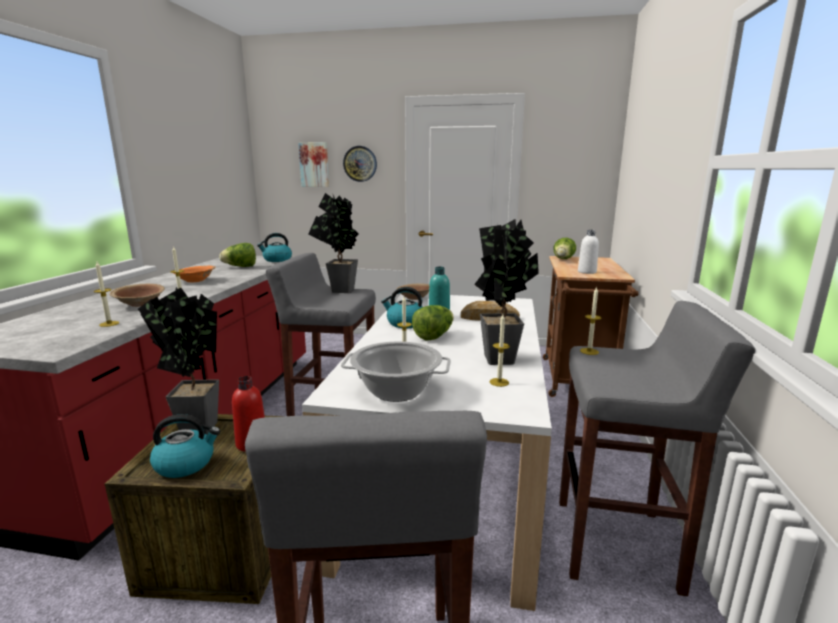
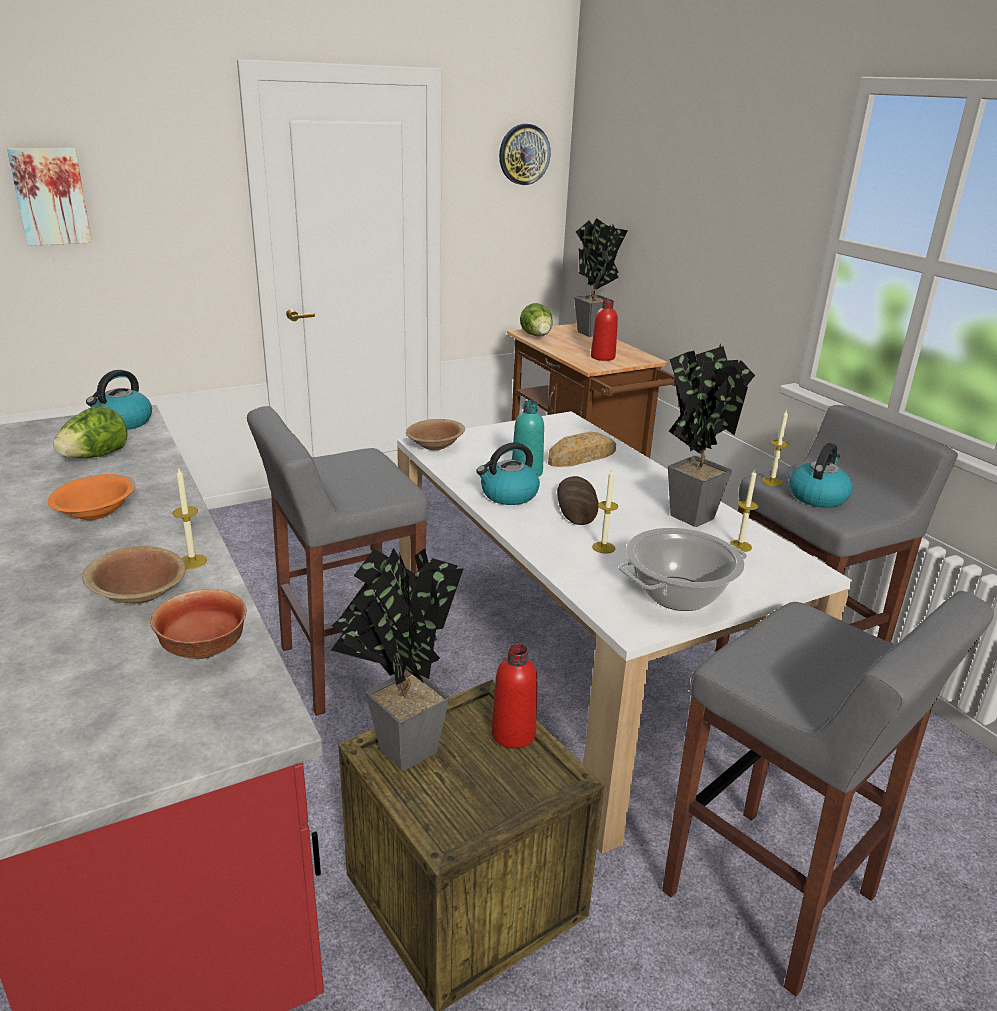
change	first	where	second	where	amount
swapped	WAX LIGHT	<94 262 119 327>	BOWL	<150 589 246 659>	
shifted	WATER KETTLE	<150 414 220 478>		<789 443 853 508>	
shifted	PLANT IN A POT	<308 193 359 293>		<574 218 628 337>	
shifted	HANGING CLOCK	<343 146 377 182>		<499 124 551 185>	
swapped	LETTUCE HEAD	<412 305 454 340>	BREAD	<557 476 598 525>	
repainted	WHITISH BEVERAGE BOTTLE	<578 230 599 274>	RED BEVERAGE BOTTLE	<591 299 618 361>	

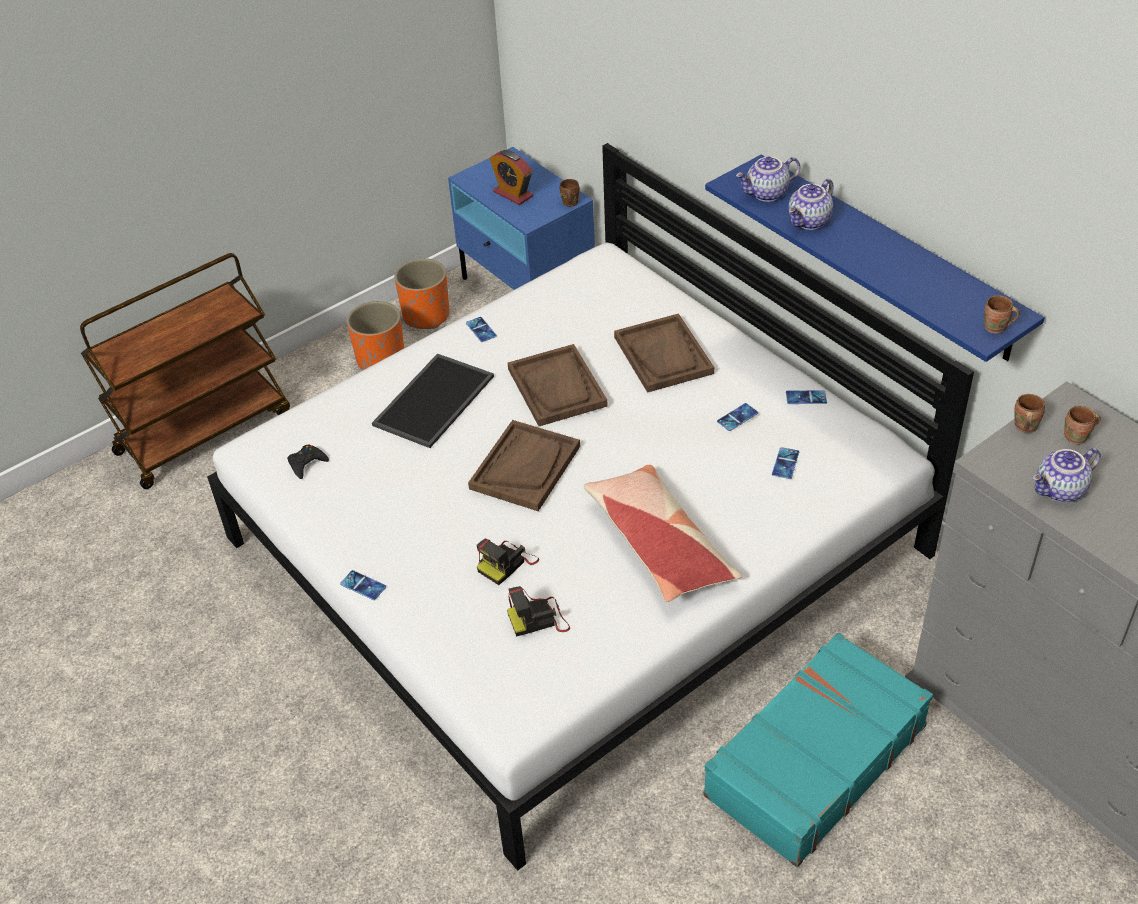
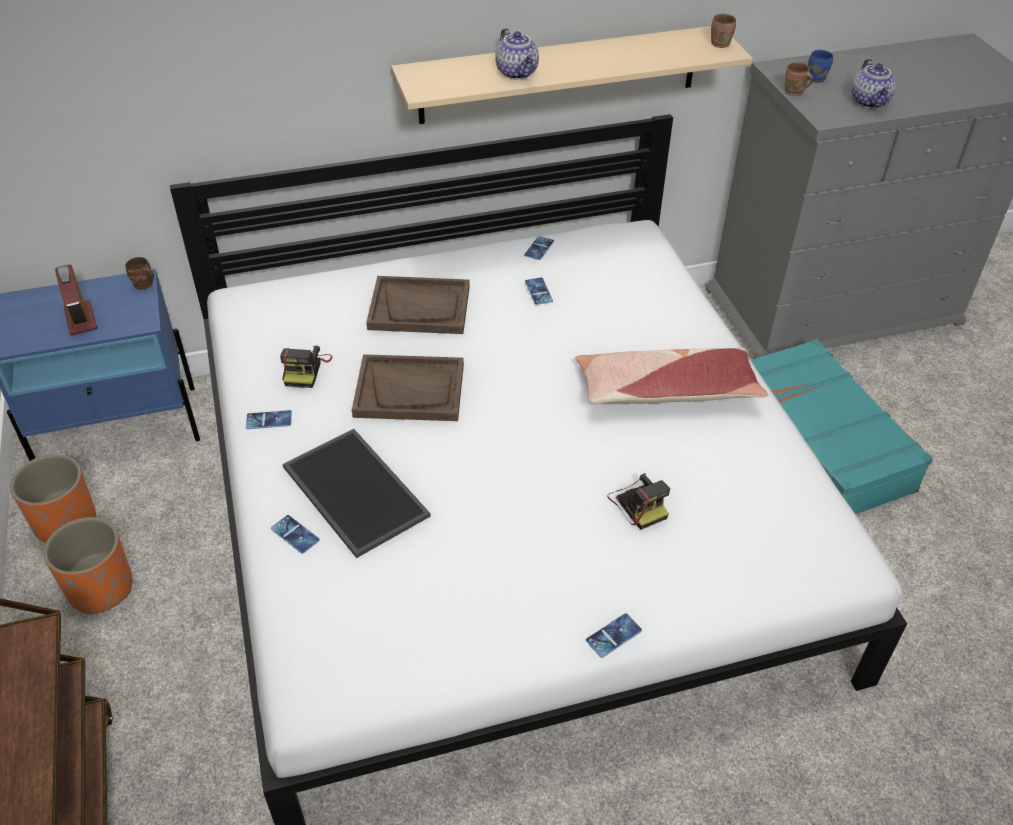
change	first	where	second	where	amount
gone	BLACK GAMEPAD	<287 444 329 479>			
gone	BROWNISH TRAY	<468 420 580 511>			
rotated	BEDSIDE CLOCK	<490 150 533 205>		<55 264 97 335>	90 degrees clockwise
shifted	STILL CAMERA	<507 586 570 636>		<280 346 332 388>	
repainted	BLUISH BRACKET SHELF	<705 155 1045 362>	BEIGE BRACKET SHELF	<391 26 752 124>	
gone	POT FOR TEA	<736 157 800 202>			
shifted	HANDSET	<772 447 799 479>		<271 515 320 554>	
repainted	BROWNISH MUG	<1064 406 1101 445>	BLUISH MUG	<808 50 833 83>	

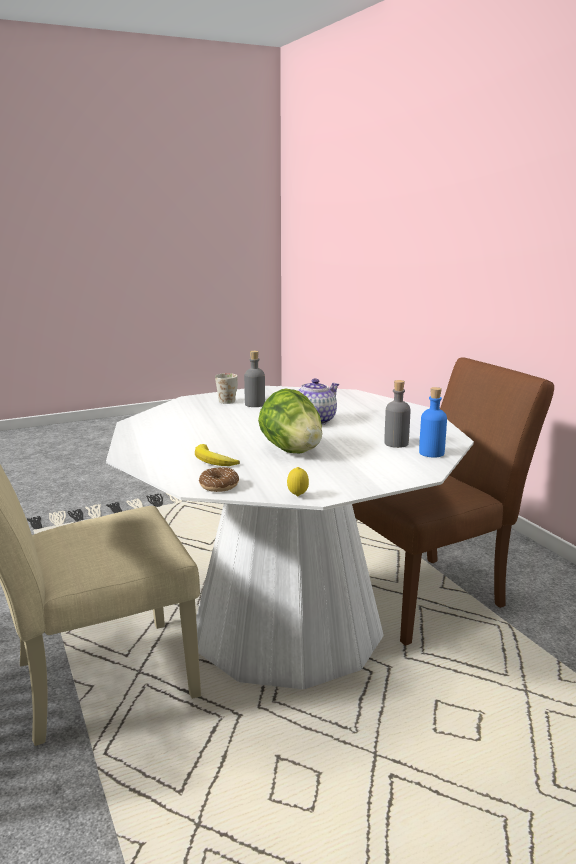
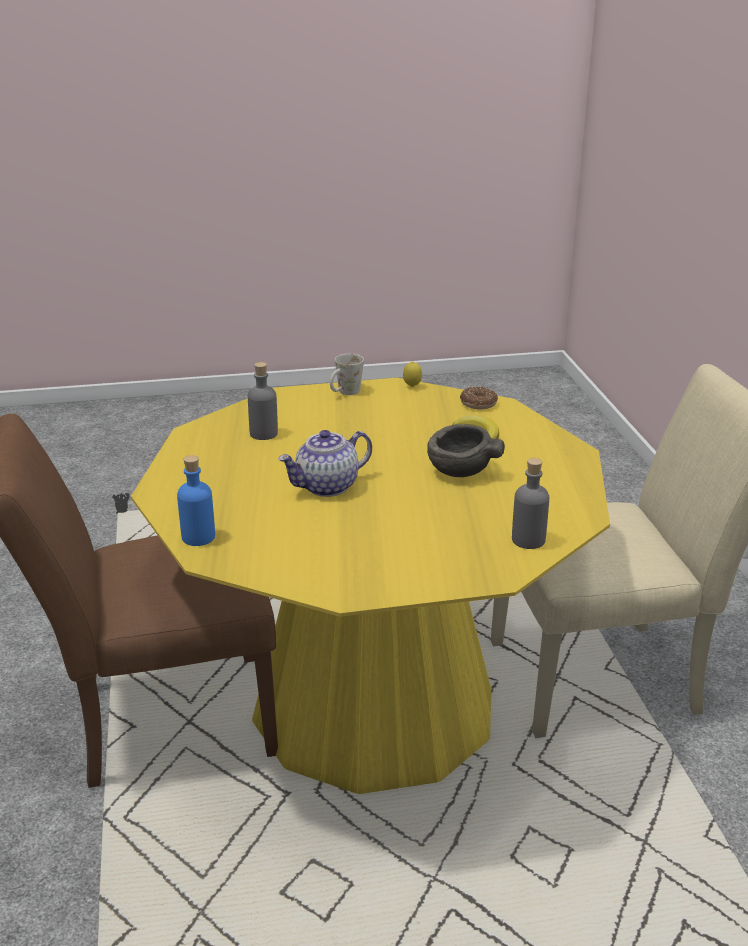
change	first	where	second	where	amount
repainted	WHITISH DINNER TABLE	<106 386 474 689>	YELLOWISH DINNER TABLE	<131 378 610 794>	
shifted	WHITISH MUG	<215 373 238 404>		<330 354 364 395>	
shifted	GREY BEVERAGE BOTTLE	<244 351 265 407>		<512 458 549 549>	
gone	LETTUCE HEAD	<258 389 322 454>			
shifted	BLUISH BEVERAGE BOTTLE	<419 387 447 457>		<177 455 215 546>	
new			GREY BOWL	<427 424 505 477>	

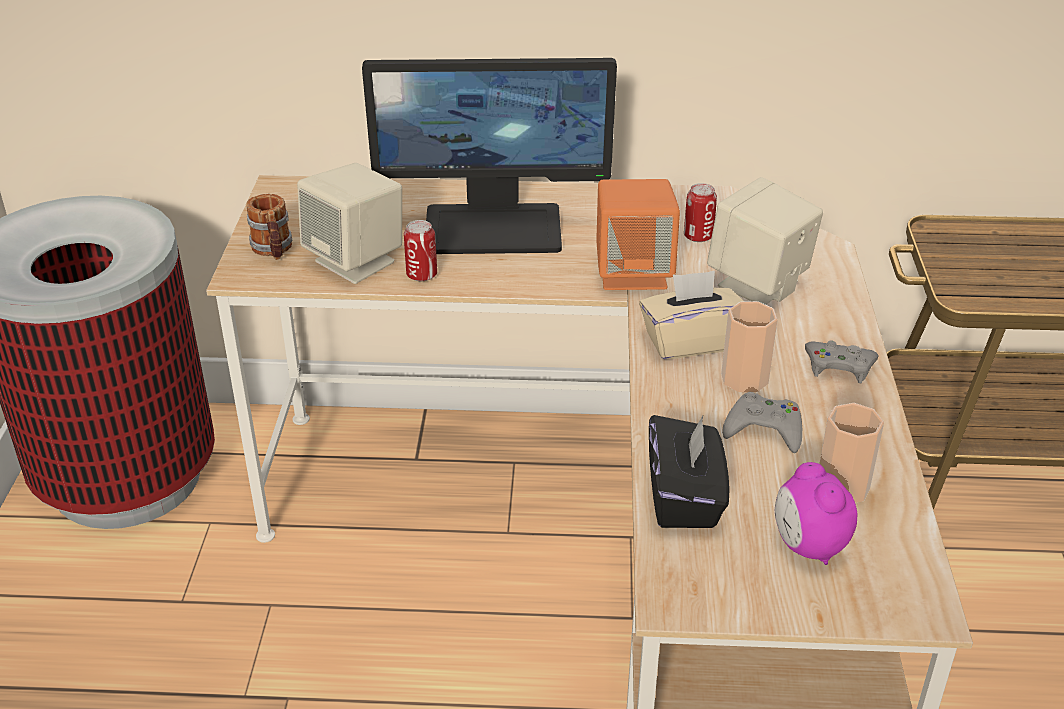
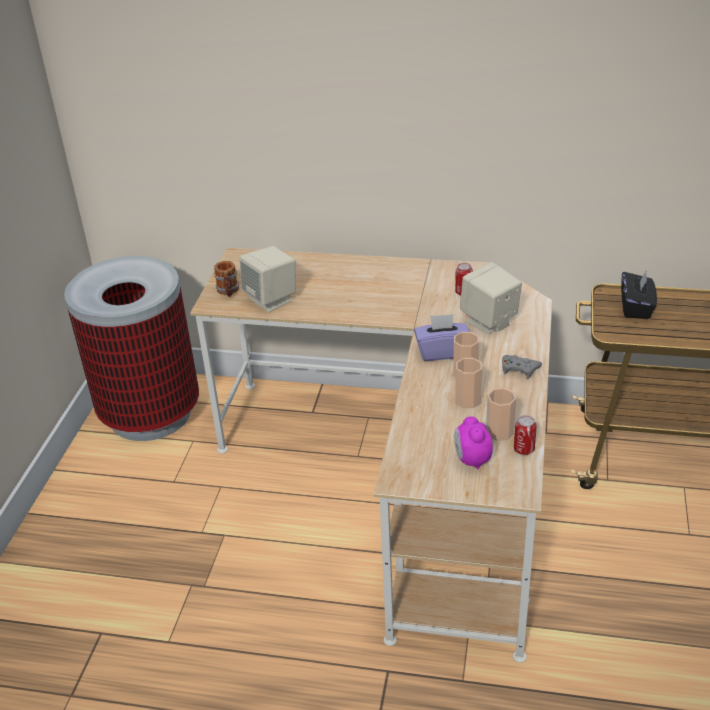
change	first	where	second	where	amount
gone	MONITOR	<362 58 617 254>			
shifted	SEALED CAN	<404 220 437 281>		<514 415 537 455>	
gone	ORANGEY AUDIO SPEAKER	<596 179 680 290>			
repainted	BEIGE BOX OF TISSUES	<639 271 745 359>	PURPLISH BOX OF TISSUES	<414 314 470 361>	
shifted	BLACK BOX OF TISSUES	<649 415 730 528>		<621 270 657 319>	
swapped	GREY GAMEPAD	<722 392 802 453>	DRINKING CUP	<455 358 482 408>	

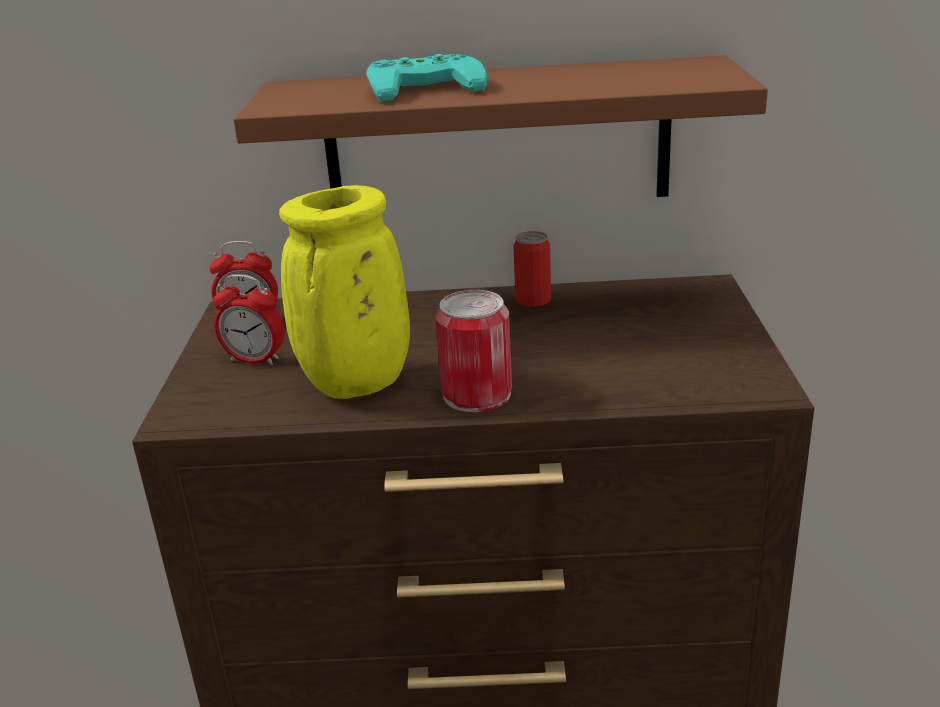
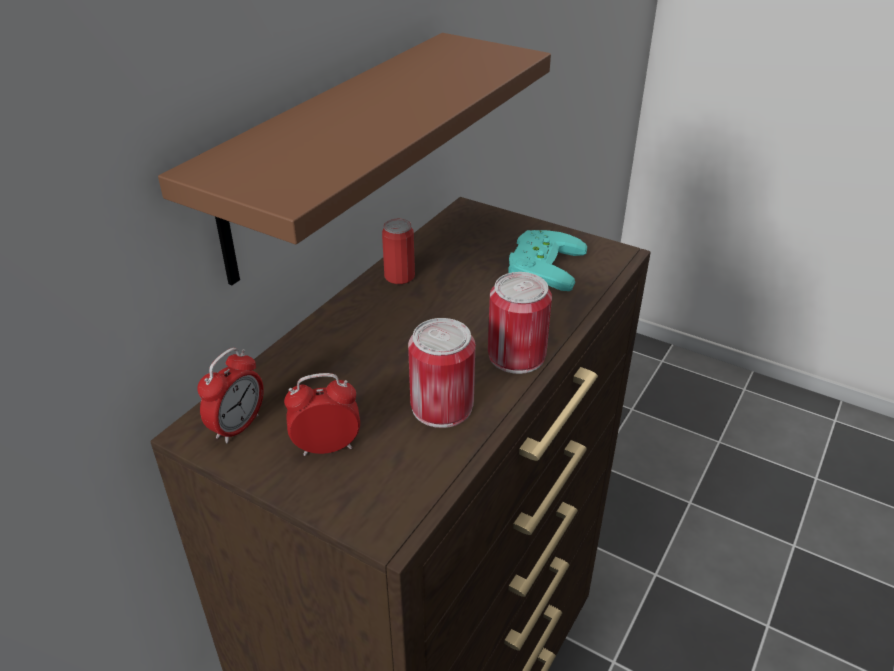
change	first	where	second	where	amount
rotated	BEDSIDE CLOCK	<213 274 284 365>		<284 373 360 456>	150 degrees counterclockwise
swapped	YELLOWISH VASE	<279 185 410 399>	SEALED CAN	<408 318 475 428>	
shifted	TURQUOISE-COLOURED GAMEPAD	<367 54 487 102>		<508 230 587 291>	

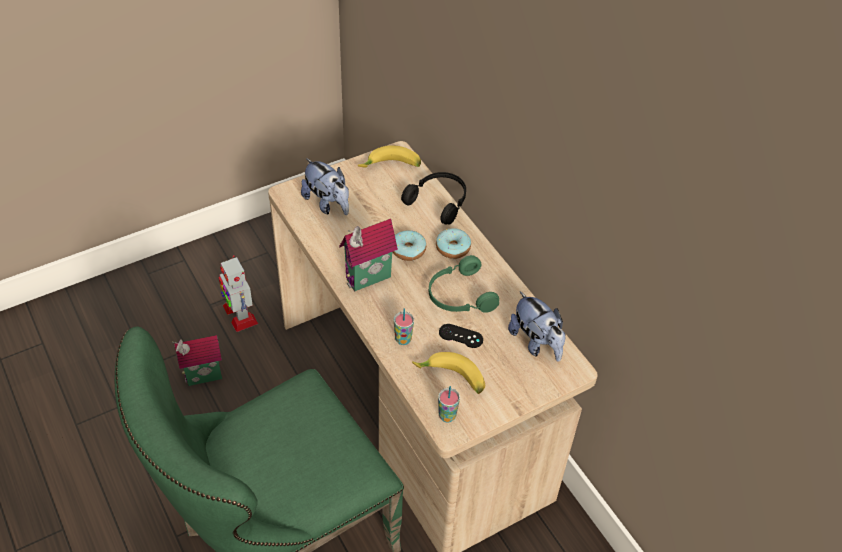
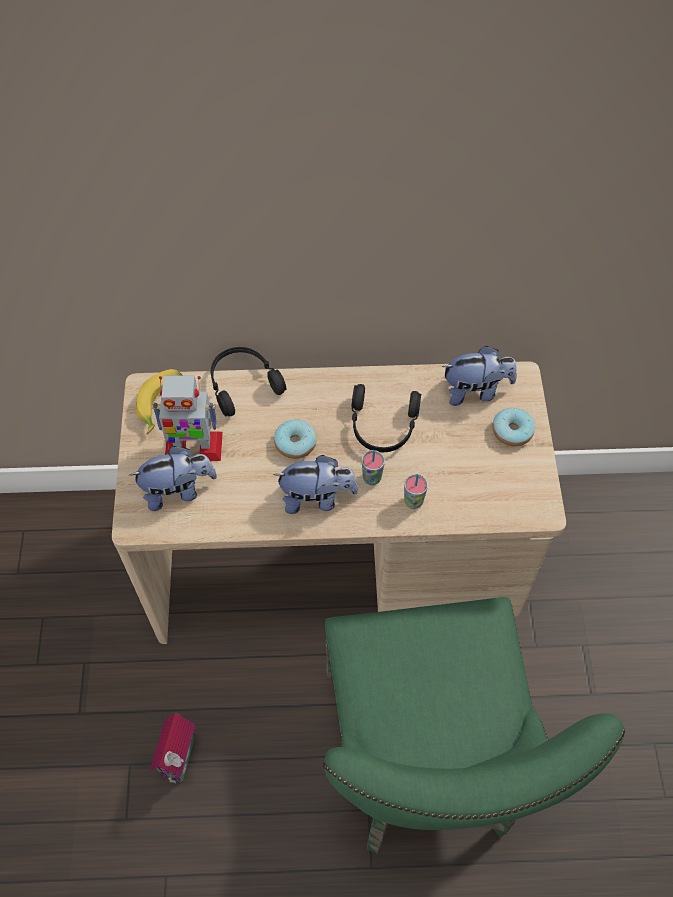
change	first	where	second	where	amount
shifted	ROBOT FIGURE	<218 255 258 332>		<152 375 223 461>	
swapped	MODEL HOUSE	<339 219 398 291>	CUDDLY TOY	<273 455 358 514>	
gone	BANANA	<412 352 485 394>			
repainted	GREEN-COLOURED PAIR OF HEADPHONES	<429 255 499 313>	BLACK PAIR OF HEADPHONES	<352 384 421 452>	
shifted	DONUT	<436 228 471 259>		<493 408 535 447>	
shifted	DRINKING CUP	<438 386 460 422>		<362 450 385 485>	
gone	BLACK GAMEPAD	<439 324 483 348>			

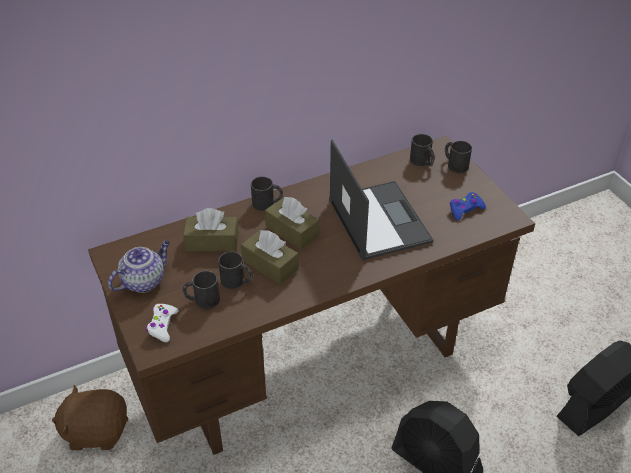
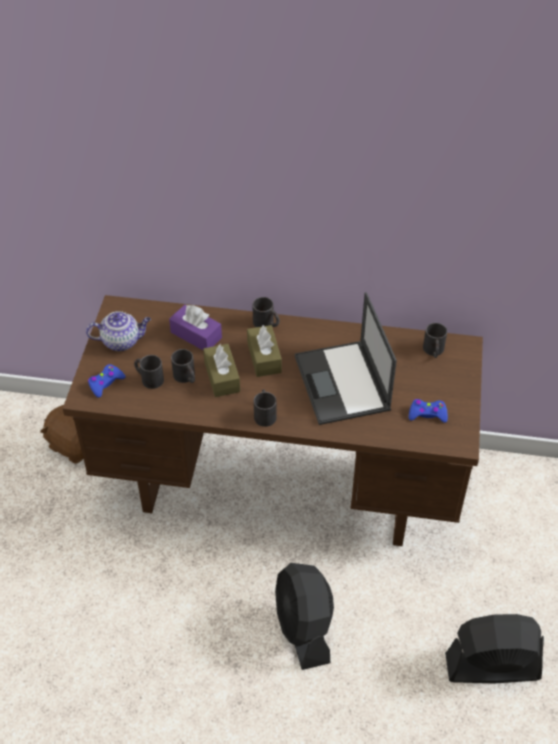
change	first	where	second	where	amount
repainted	WHITISH GAMEPAD	<146 304 178 342>	BLUISH GAMEPAD	<88 364 125 398>	
repainted	BROWNISH BOX OF TISSUES	<183 208 239 251>	PURPLISH BOX OF TISSUES	<169 305 222 350>	
rotated	NOTEBOOK COMPUTER	<329 139 434 260>		<295 292 397 425>	150 degrees clockwise
shifted	BLACK MUG	<445 141 472 173>		<254 390 277 427>	

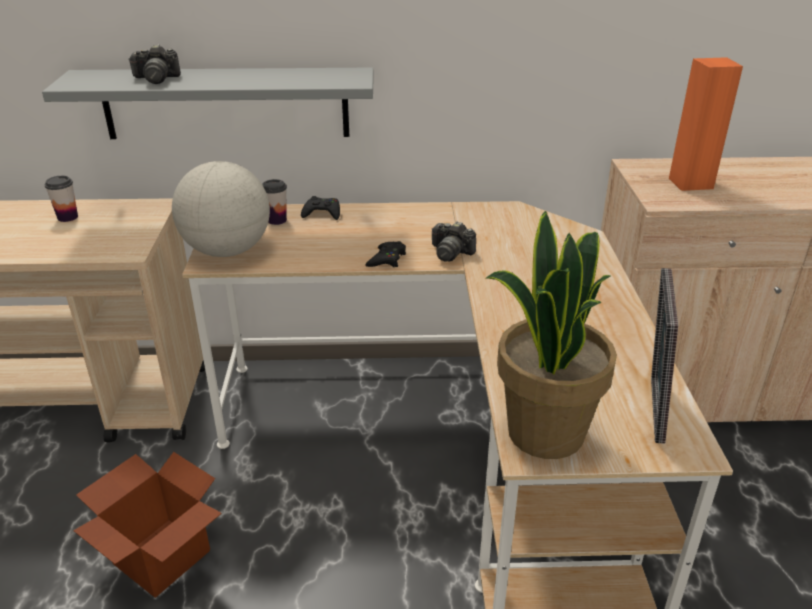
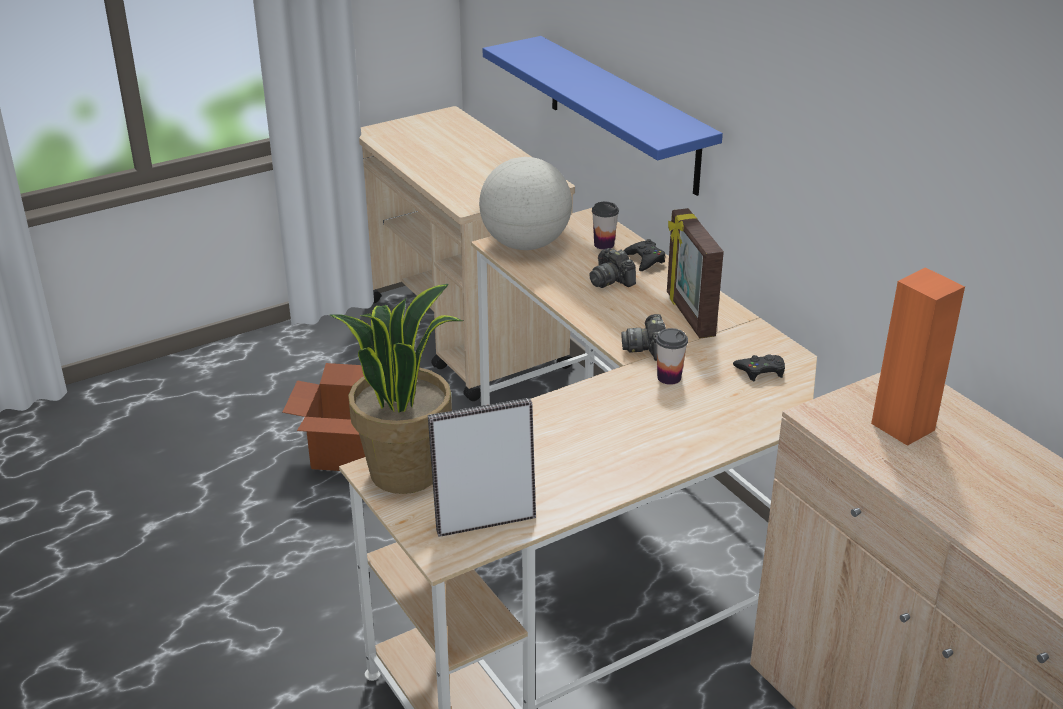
change	first	where	second	where	amount
repainted	GREY BRACKET SHELF	<42 67 374 139>	BLUISH BRACKET SHELF	<483 36 723 196>	
shifted	DRINKING CUP	<45 176 78 222>		<656 328 688 385>	
shifted	STILL CAMERA	<128 44 181 84>		<590 248 636 288>	
shifted	BLACK GAMEPAD	<365 241 406 267>		<733 354 785 381>	
new			PHOTO FRAME	<667 208 724 339>	

